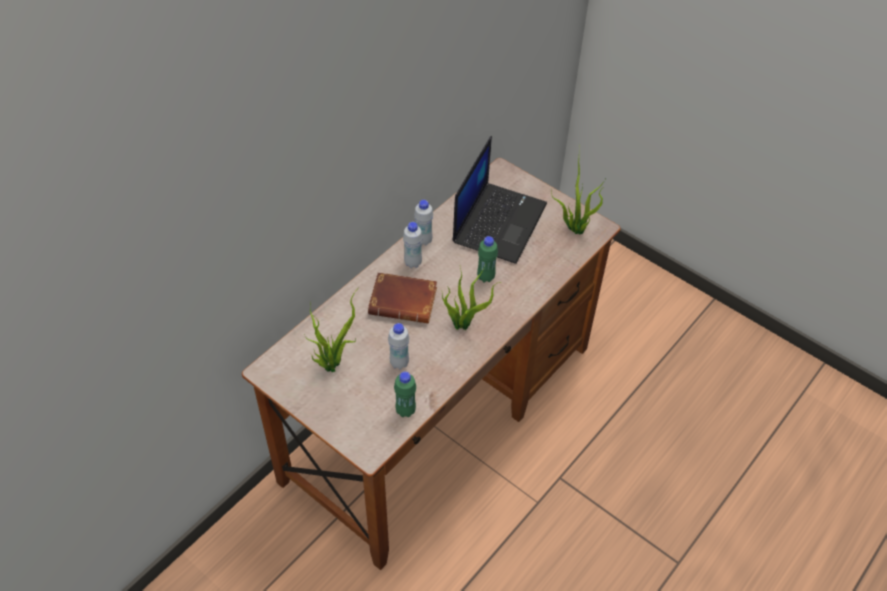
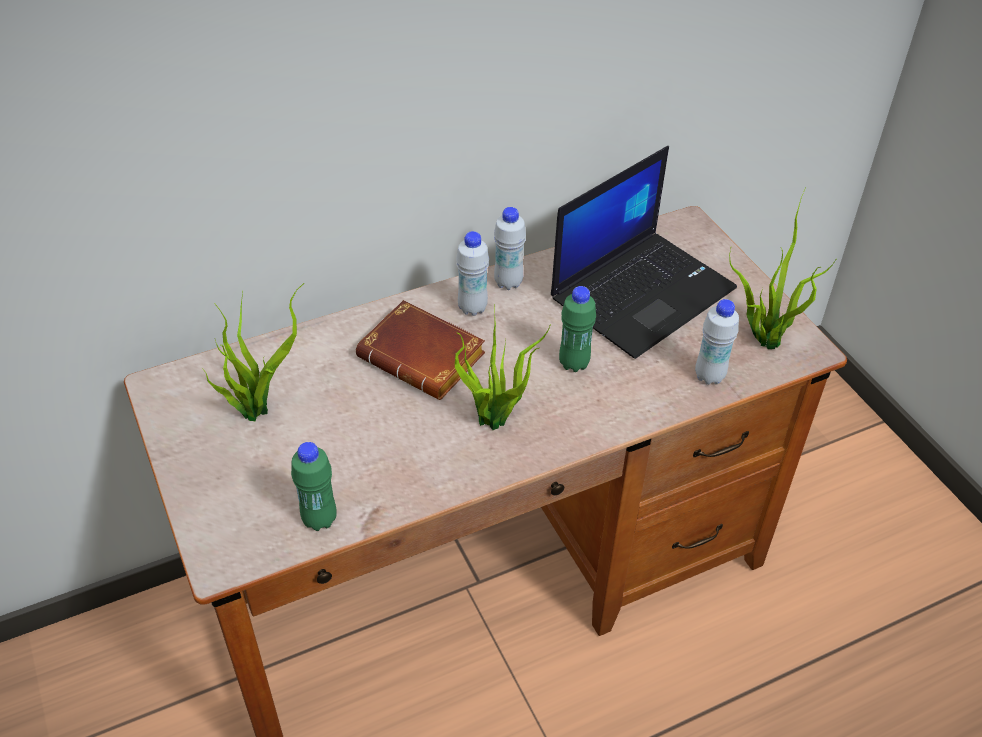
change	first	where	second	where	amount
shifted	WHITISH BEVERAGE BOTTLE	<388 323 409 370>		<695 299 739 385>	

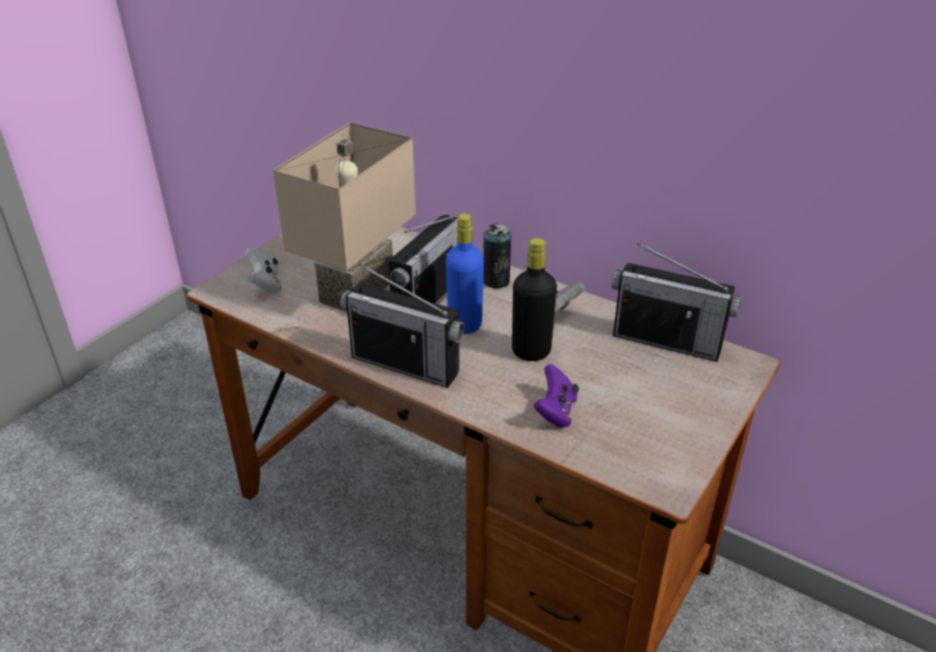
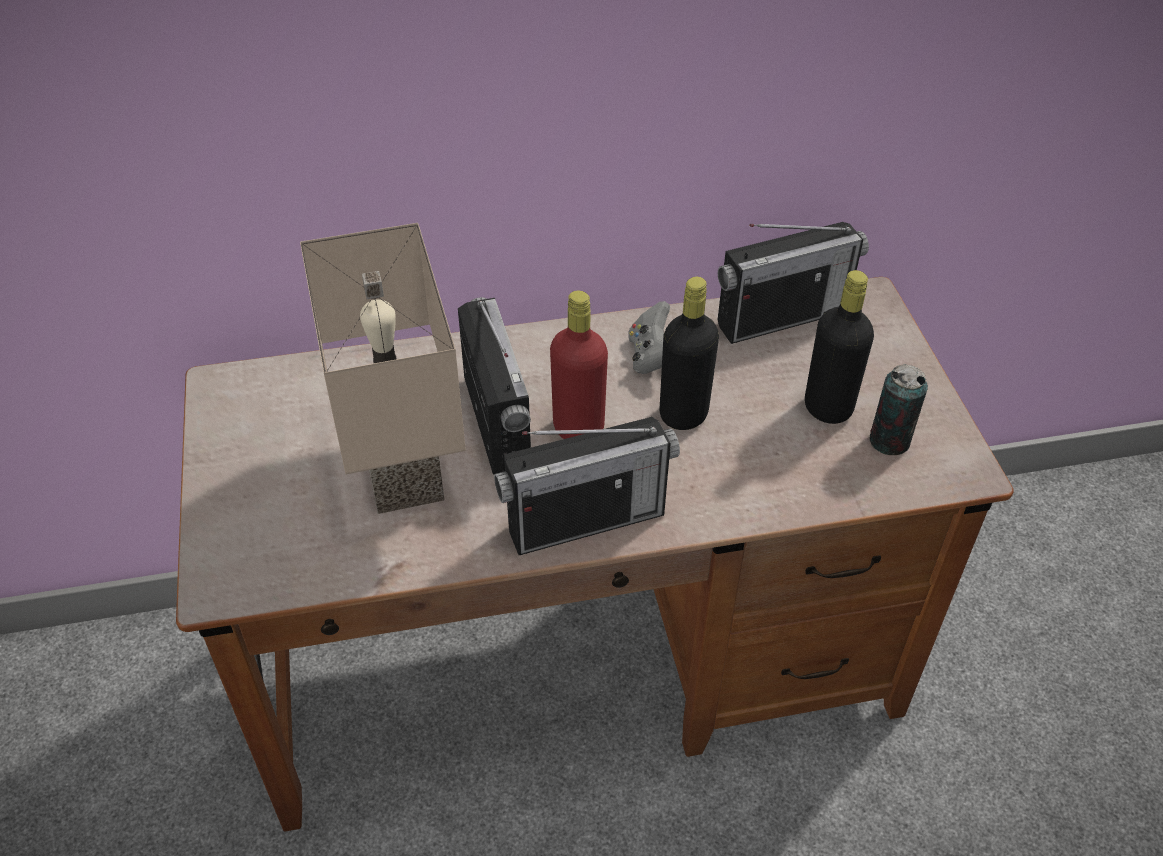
change	first	where	second	where	amount
gone	WHITISH GAMEPAD	<245 248 282 293>			
repainted	BLUISH BEVERAGE BOTTLE	<446 213 484 334>	RED BEVERAGE BOTTLE	<550 290 608 439>	
shifted	SEALED CAN	<483 223 511 289>		<870 364 928 455>	
gone	PURPLISH GAMEPAD	<534 364 579 428>			
new			BLACK BEVERAGE BOTTLE	<805 270 874 424>	

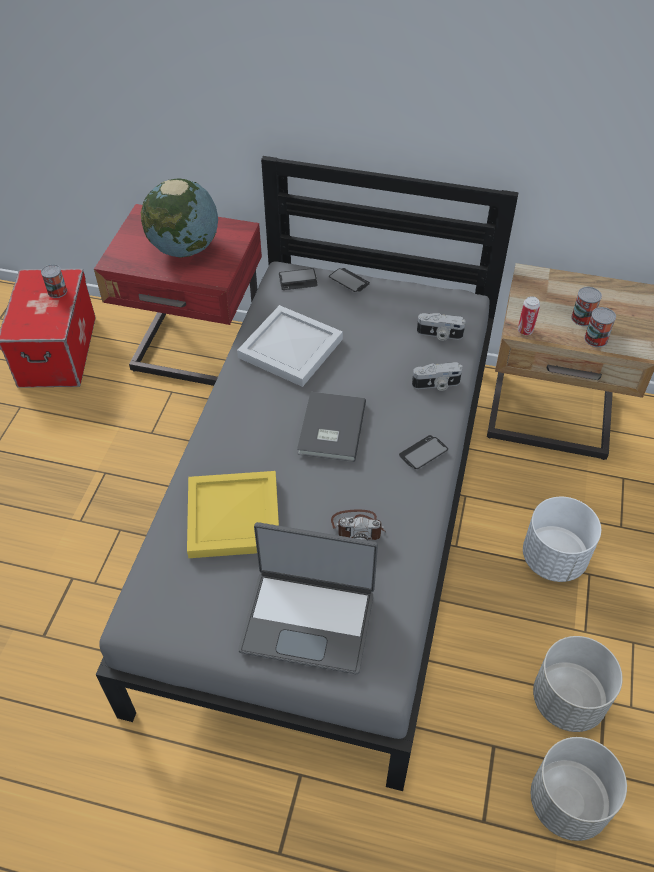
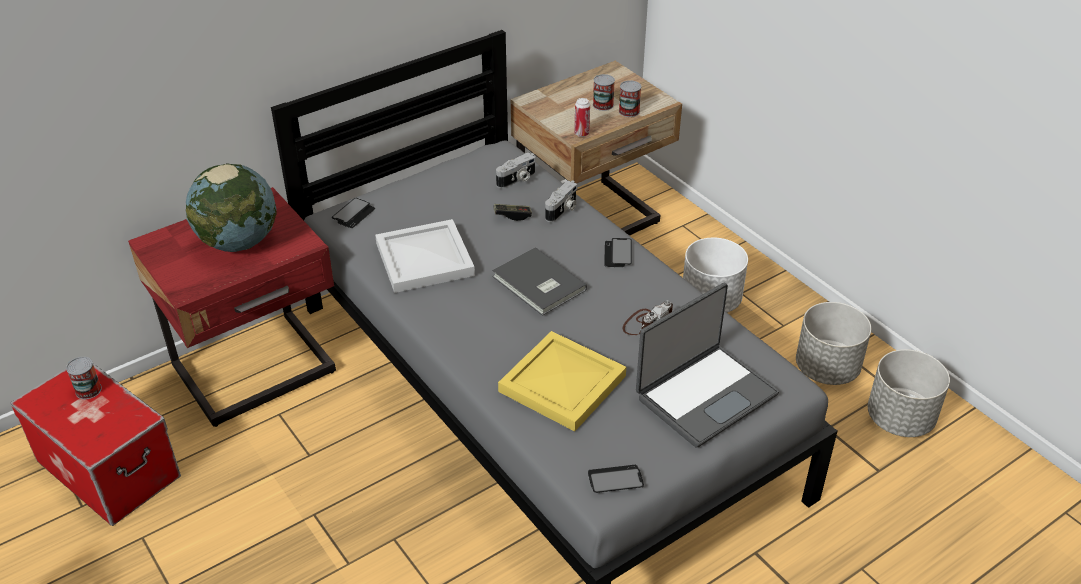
change	first	where	second	where	amount
shifted	HANDSET	<329 268 370 292>		<588 465 644 493>	
new			GAMEPAD	<494 204 532 221>	

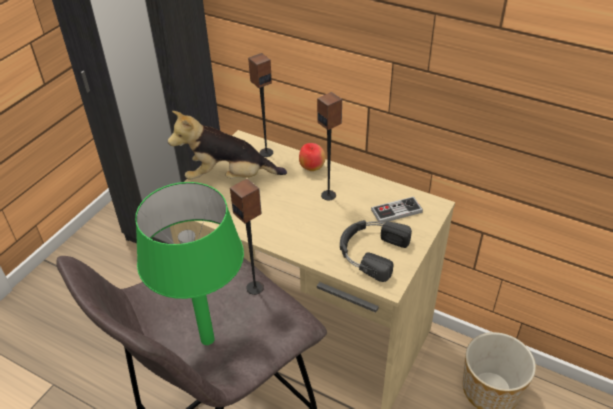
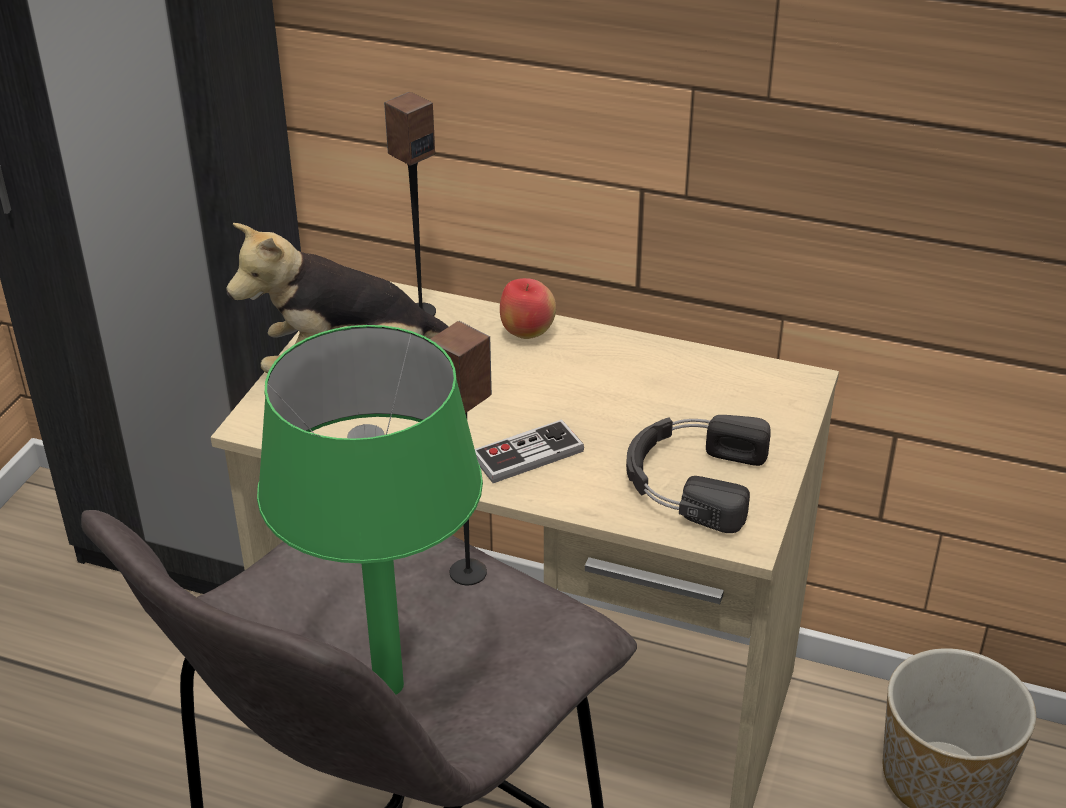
change	first	where	second	where	amount
gone	AUDIO SPEAKER	<317 92 342 200>			
shifted	GAMEPAD	<371 196 423 224>		<475 419 584 483>	

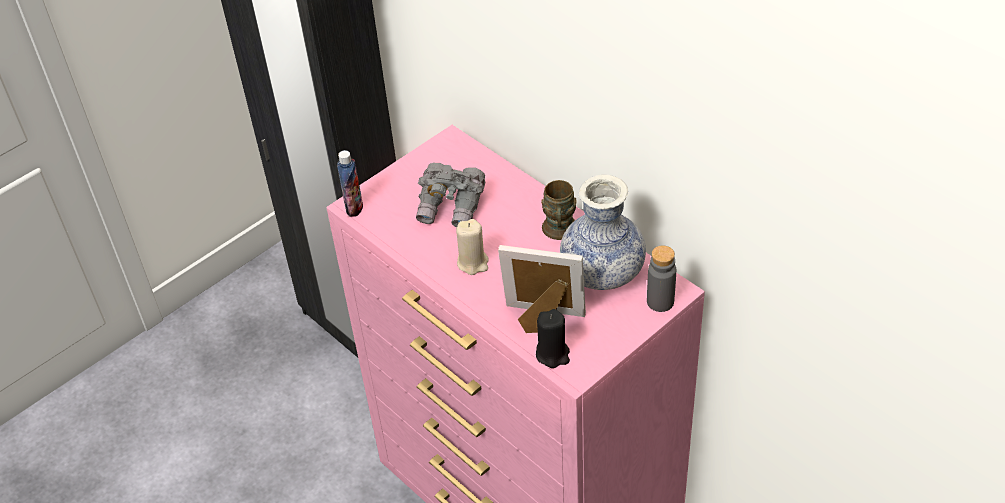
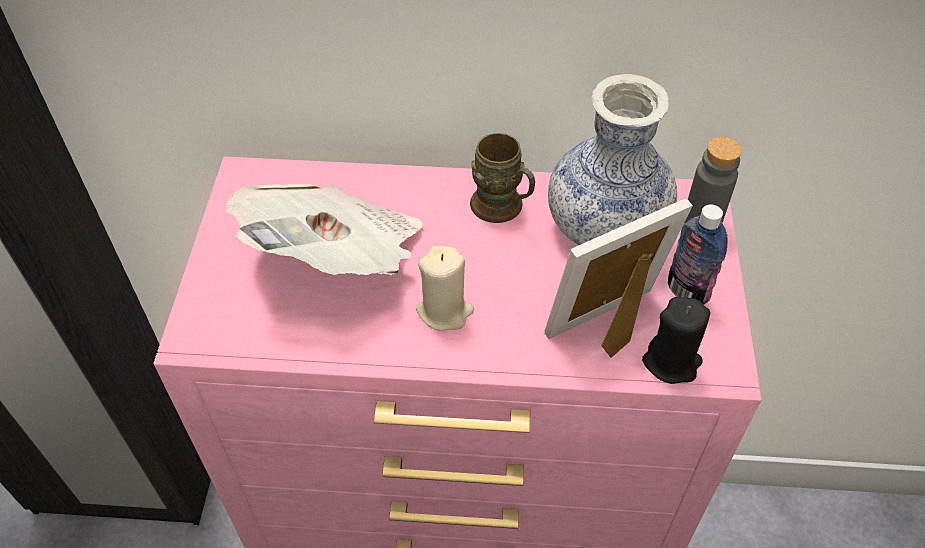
change	first	where	second	where	amount
shifted	BEVERAGE BOTTLE	<337 150 363 217>		<668 205 728 305>	
swapped	GREY BINOCULARS	<416 163 486 227>	DAILY PAPER	<226 184 424 275>	

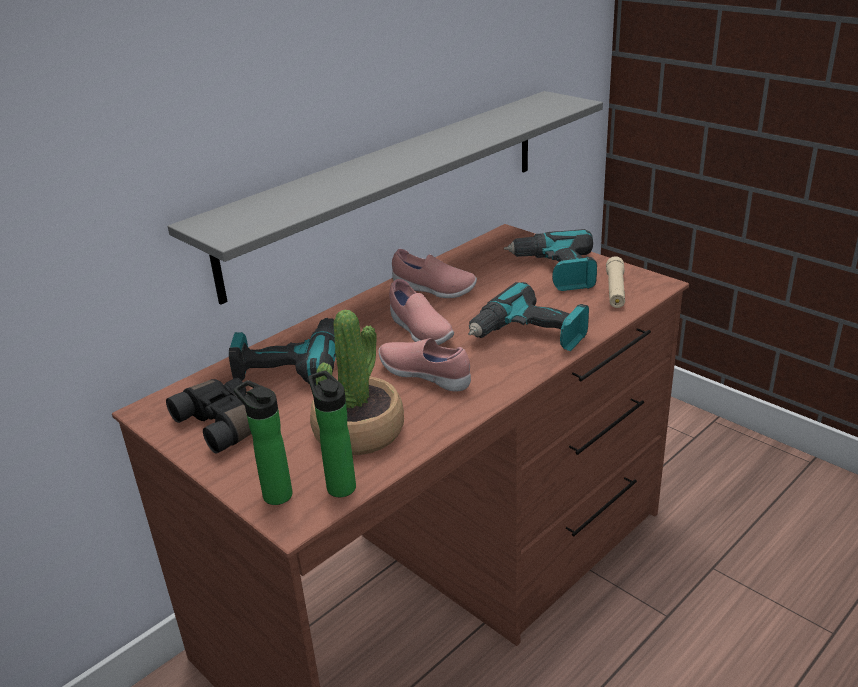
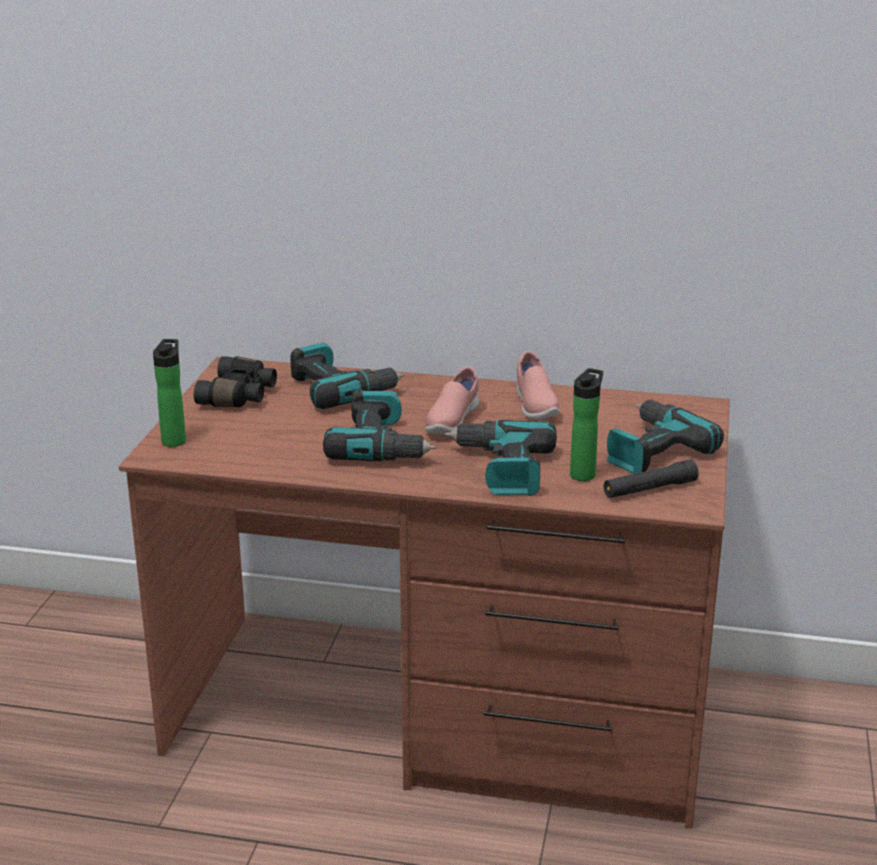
change	first	where	second	where	amount
gone	GREY BRACKET SHELF	<168 91 603 305>			
shifted	BEVERAGE BOTTLE	<308 370 356 497>		<570 368 603 481>	
gone	PLANT IN A POT	<310 309 404 455>			
swapped	PINKISH LOW SHOE	<379 338 471 391>	DRILL	<323 390 436 461>	
repainted	BEIGE FLASHLIGHT	<606 256 625 308>	BLACK FLASHLIGHT	<604 460 699 498>	

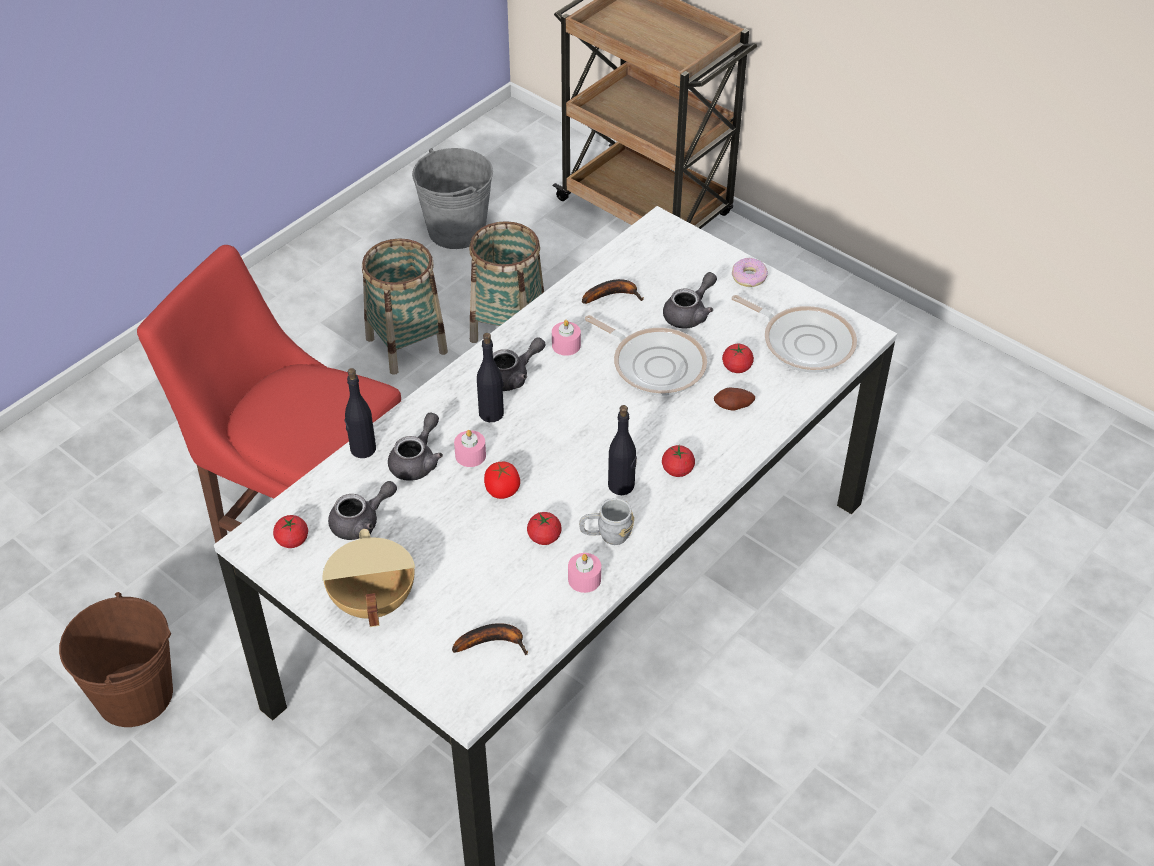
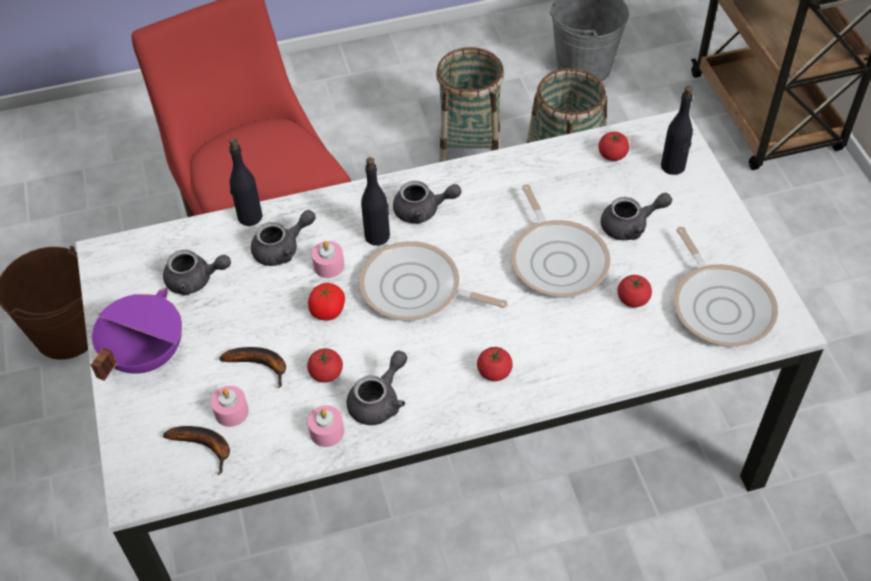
change	first	where	second	where	amount
shifted	FRESH TOMATO	<273 515 308 548>		<598 132 629 161>	
repainted	BEIGE SAUCEPOT	<323 529 415 627>	PURPLISH SAUCEPOT	<91 287 182 381>	
shifted	PINKISH WAX LIGHT	<552 320 581 356>		<211 386 249 427>	
swapped	GREY MUG	<579 498 634 545>	GREY POT FOR TEA	<347 350 407 425>	
shifted	BANANA	<582 279 644 304>		<220 347 286 388>	
shifted	BLACK BEVERAGE BOTTLE	<608 405 637 495>		<661 86 693 175>	
gone	WHOLE POTATO	<714 387 755 410>			
gone	DONUT	<732 258 768 287>			
new			FRYING PAN	<359 241 508 321>	

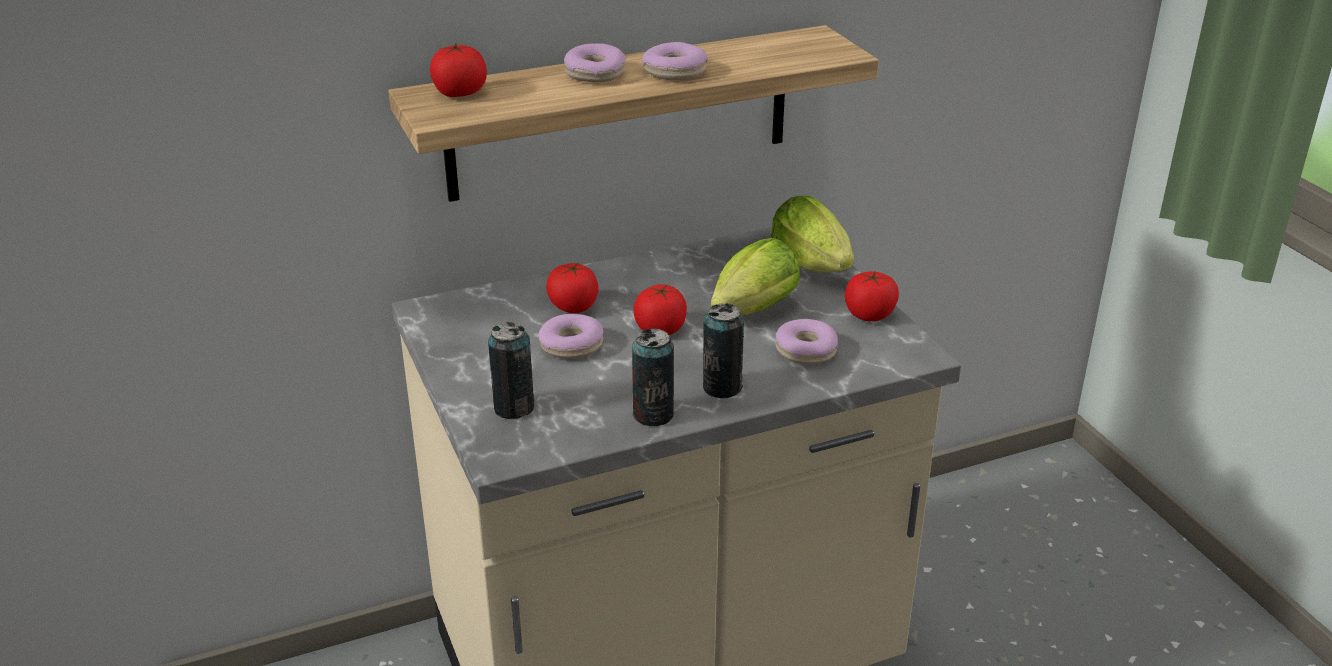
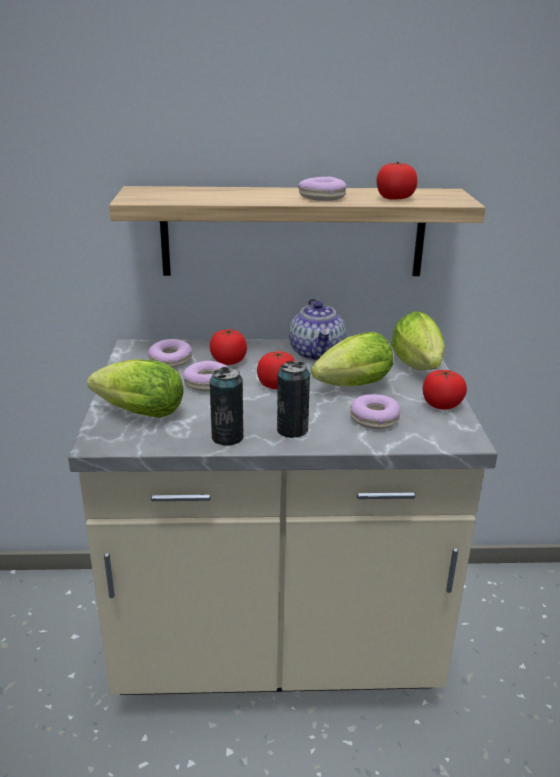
change	first	where	second	where	amount
shifted	FRESH TOMATO	<430 44 487 97>		<376 162 417 199>	
swapped	SEALED CAN	<488 322 534 419>	LETTUCE HEAD	<87 359 184 418>	
shifted	DONUT	<564 43 626 82>		<148 339 192 367>	
new			POT FOR TEA	<289 299 346 361>	

